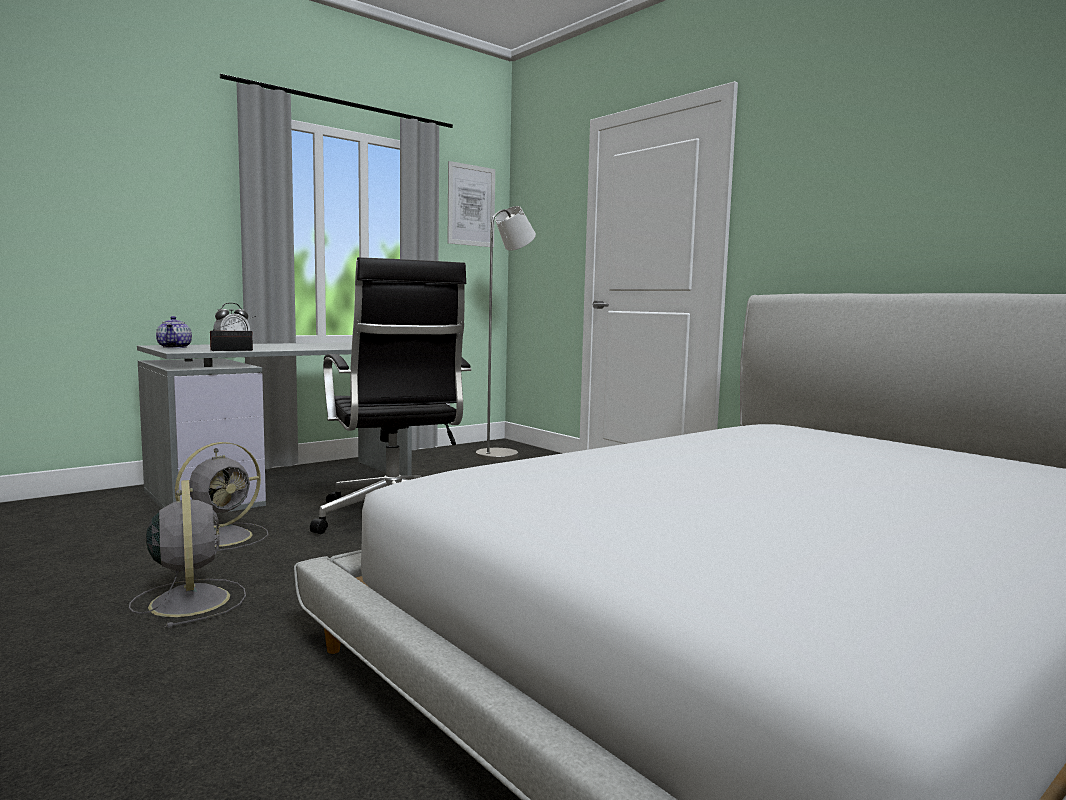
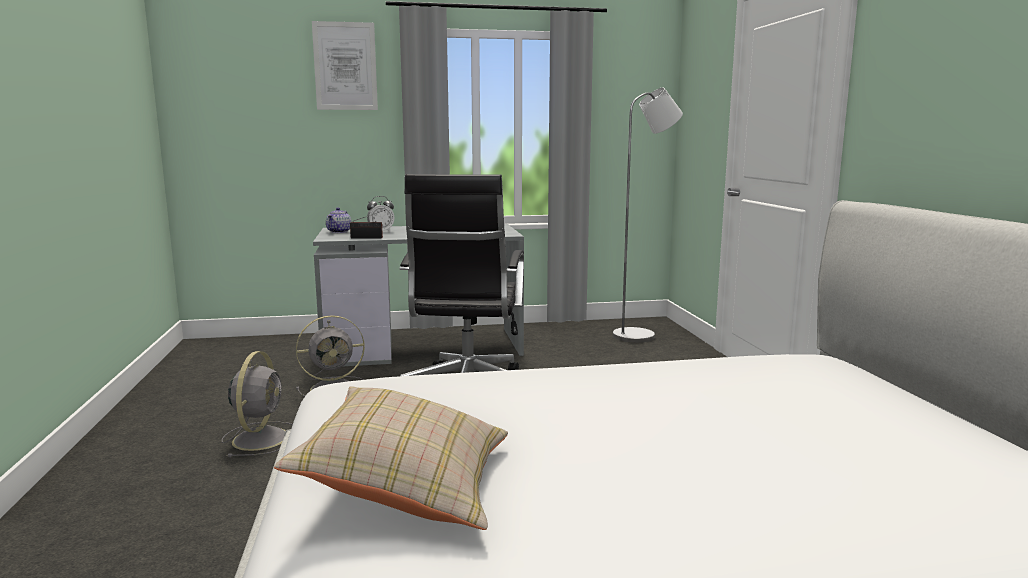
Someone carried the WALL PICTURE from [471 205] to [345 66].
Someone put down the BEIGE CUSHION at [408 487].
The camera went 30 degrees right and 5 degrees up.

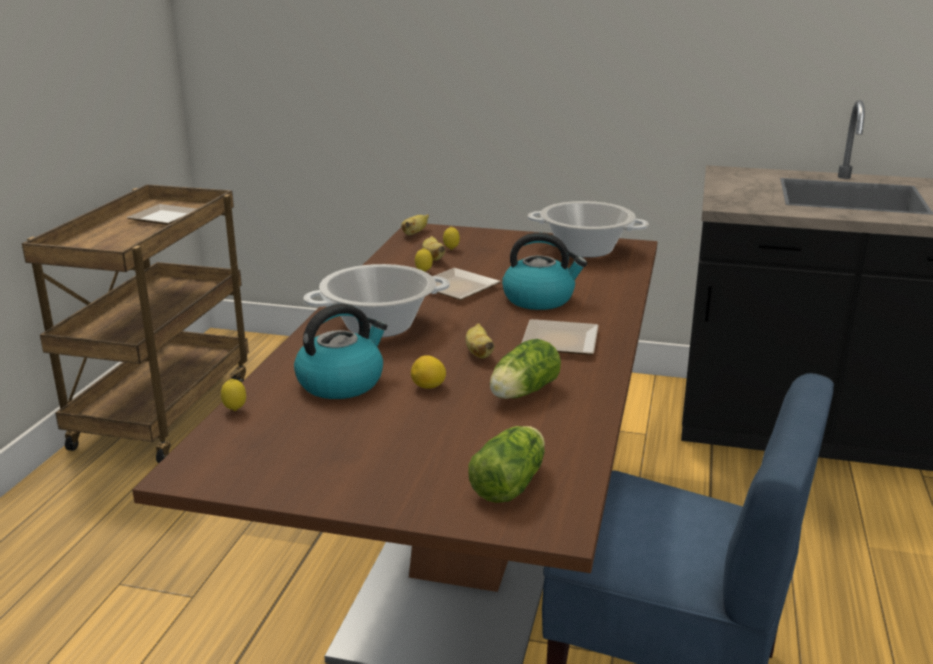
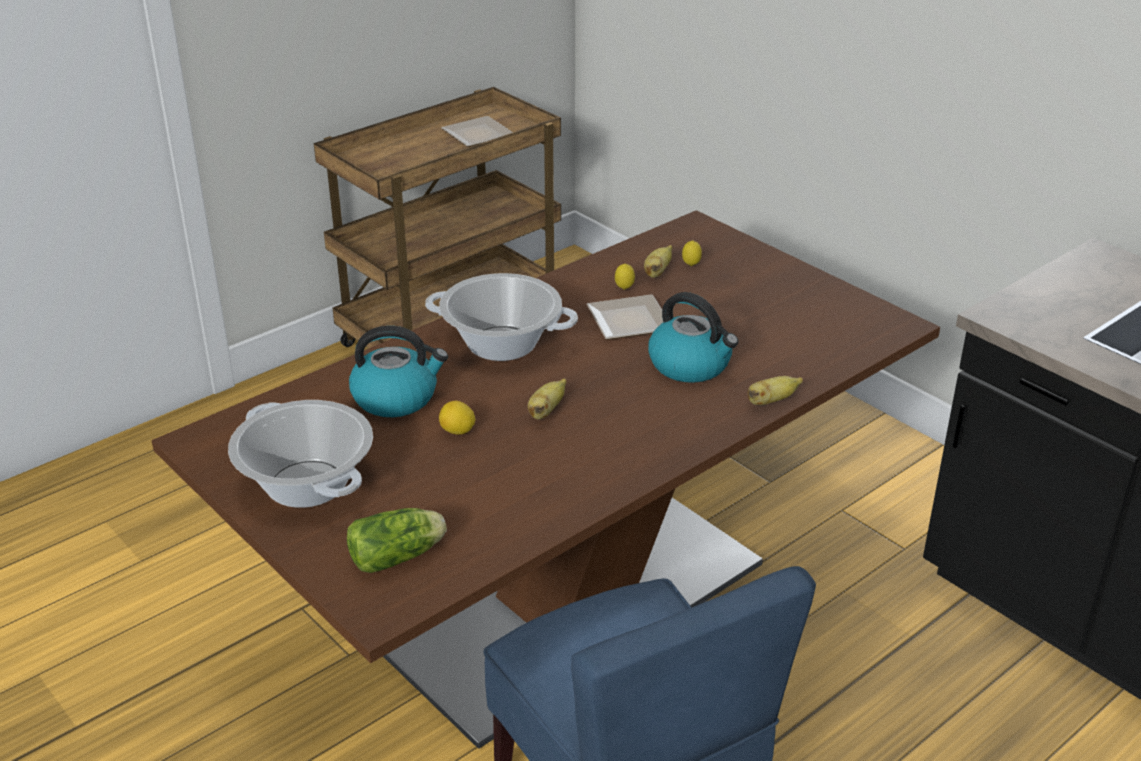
Someone carried the SAUCEPOT from [585 249] to [307 484].
Someone carried the BANANA FRUIT from [414 233] to [771 401].
Someone took away the FLAT DISH at [562 341].
Someone took away the LETTUCE at [521 393].
Someone took away the LEMON at [235 410].
The camera went 35 degrees right and 10 degrees up.

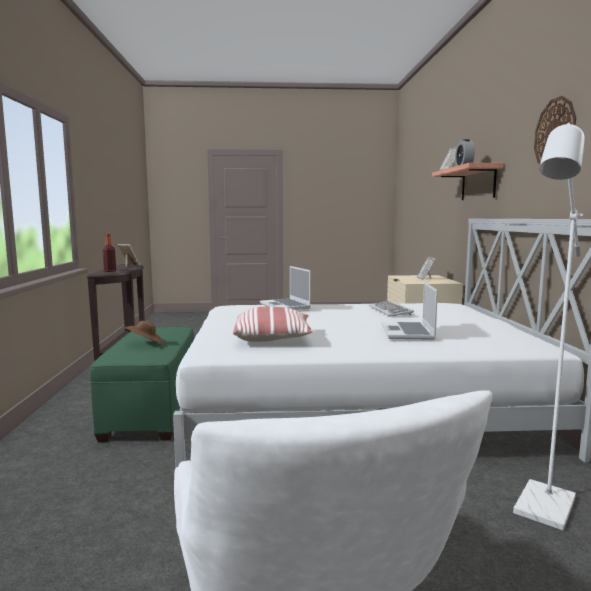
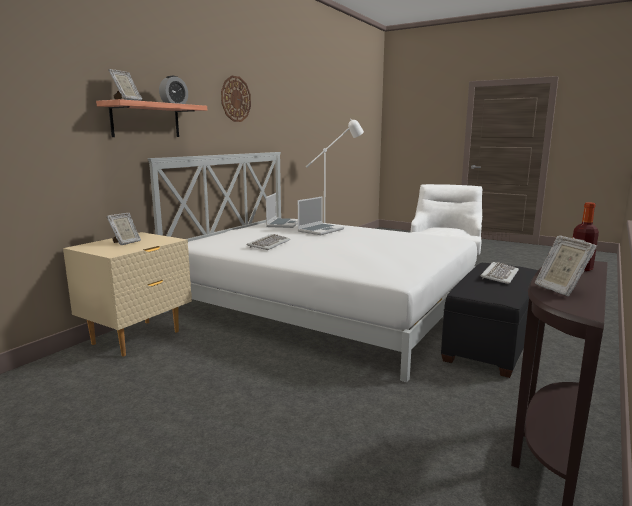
Someone carried the PORTABLE COMPUTER from [285 306] to [283 224].
Someone took away the CUSHION at [273 338].
Someone swapped the BROWNISH CLOTHING HAT at [146 344] for the COMPUTER KEYBOARD at [499 275].
Someone repainted the GREENISH OTTOMAN at [153 411], which became the BLACK-COLOURED OTTOMAN at [490 343].
The camera went 145 degrees left and 5 degrees up.

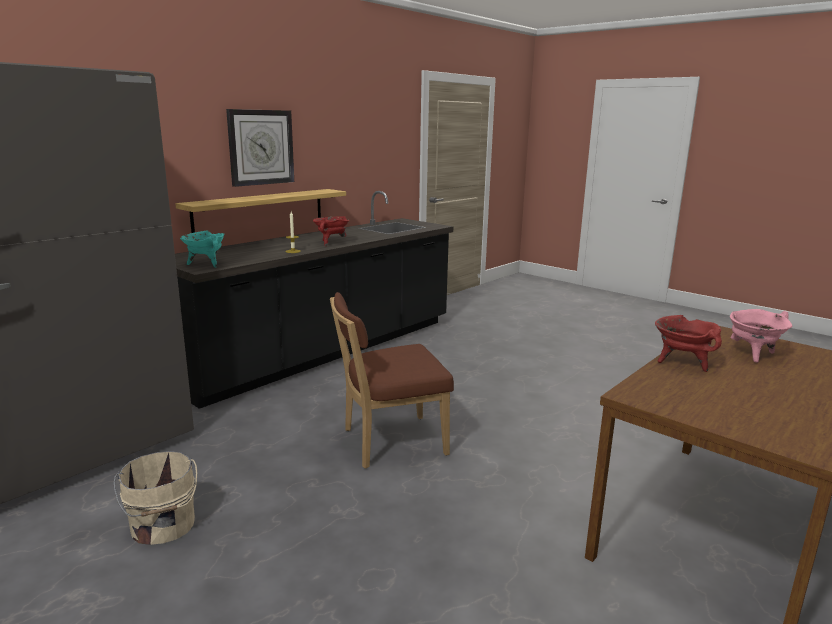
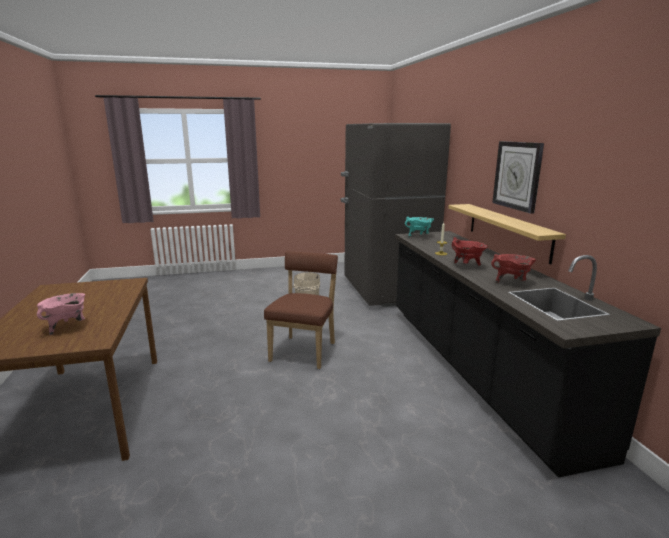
Someone carried the RED-COLOURED SAUCEPOT from [682 363] to [511 282].
The camera went 125 degrees right and 0 degrees up.

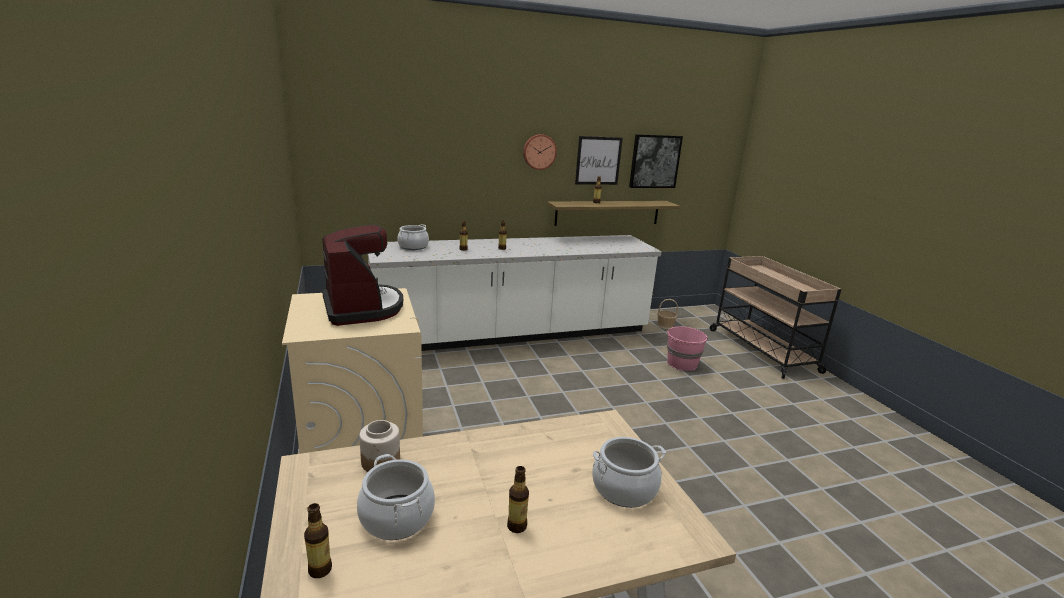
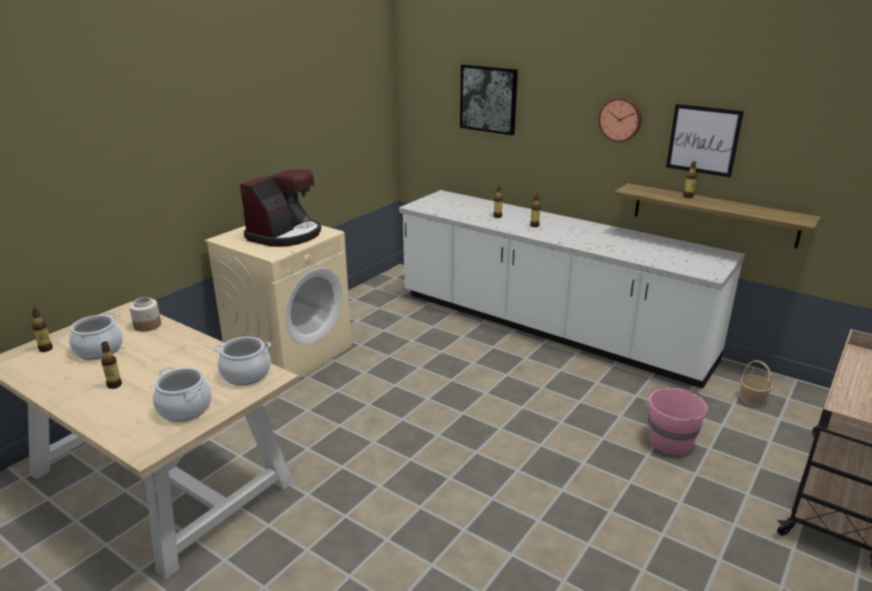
Someone carried the WALL PICTURE from [654 161] to [488 99].
Someone carried the SAUCEPOT from [413 247] to [246 374].
The camera went 55 degrees right and 5 degrees up.

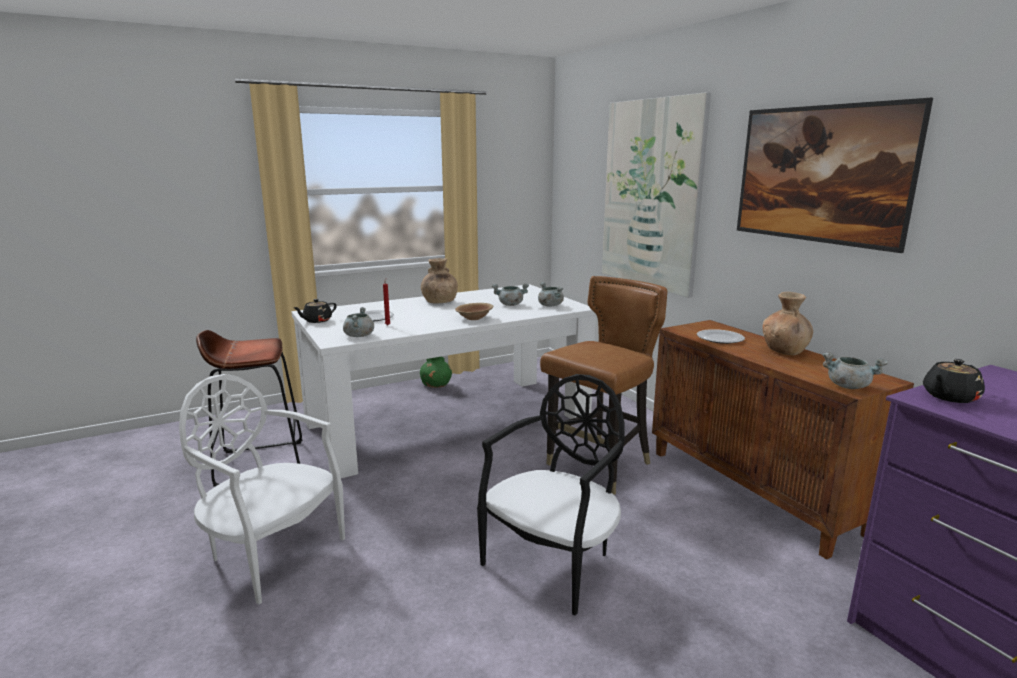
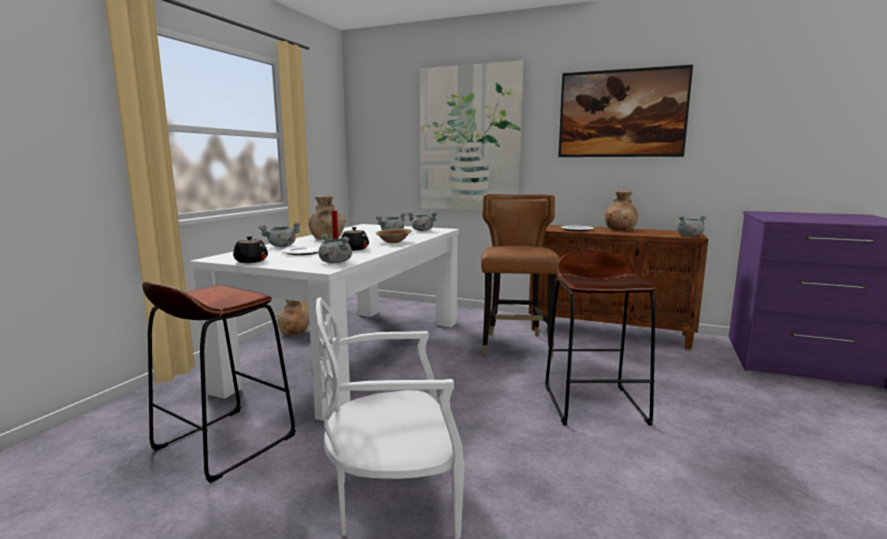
Someone repainted the GREENISH VASE at [436 385], which became the BROWNISH VASE at [294 332].
Someone carried the BLACK-COLOURED POT FOR TEA from [949 397] to [354 249].
Someone swapped the BLACK-COLOURED PLAIN CHAIR at [554 563] for the BROWNISH SITTING STOOL at [594 404].
Someone put down the GREYISH SAUCEPOT at [281 246].
The camera went 40 degrees left and 5 degrees down.

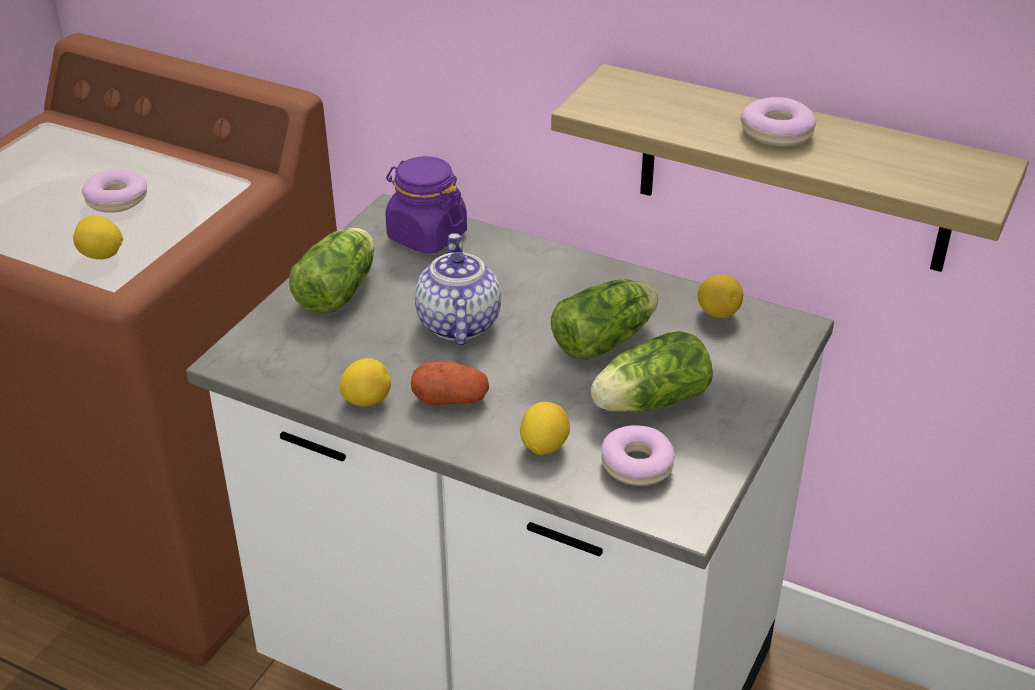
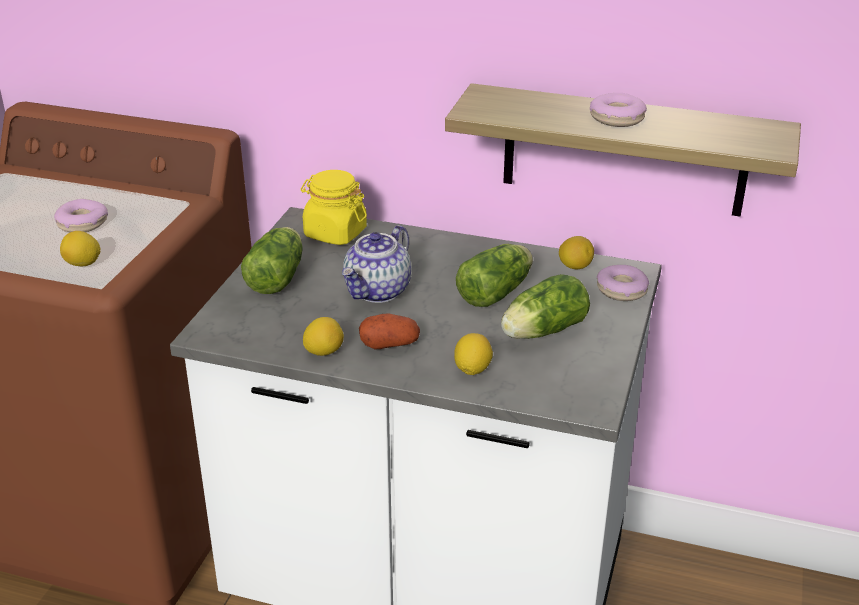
Someone repainted the PURPLE-COLOURED JAR at [426 236], which became the YELLOW JAR at [335 233].
Someone rotated the POT FOR TEA at [457 323] by 135 degrees counterclockwise.
Someone carried the DONUT from [637 464] to [621 290].
The camera went 10 degrees left and 5 degrees down.

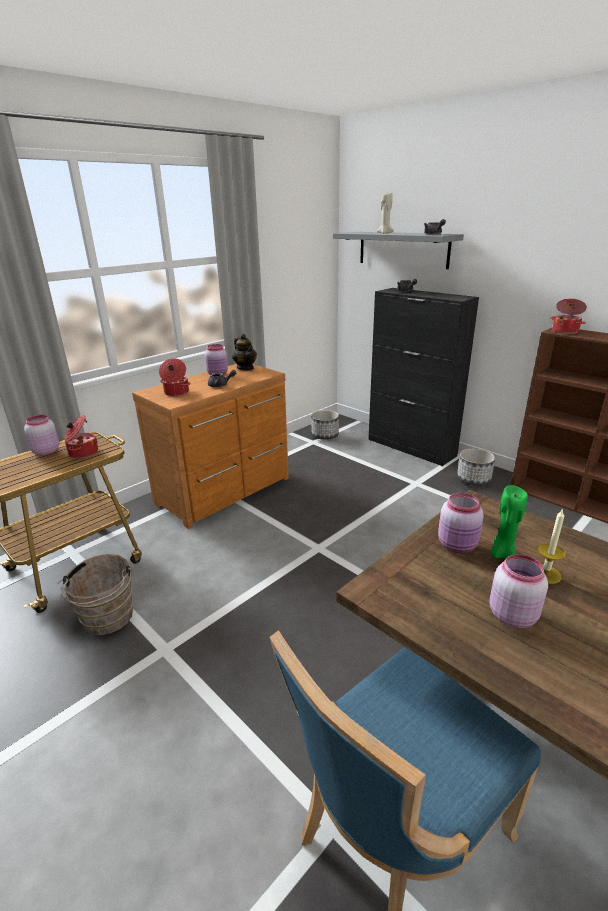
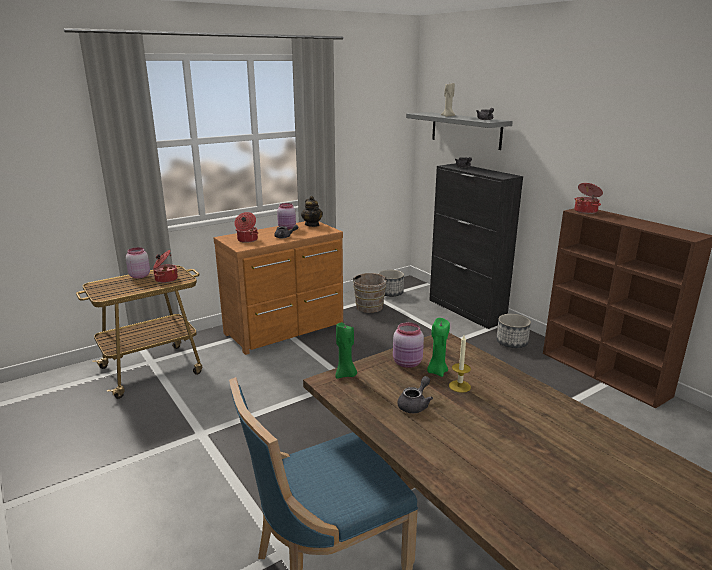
Someone carried the BROWNISH PAIL from [107 620] to [369 308].
Someone swapped the PINKISH JAR at [511 615] for the GREYISH POT FOR TEA at [415 405].
Someone put down the GREENISH CANDLE at [346 375].
The camera went 10 degrees right and 5 degrees down.

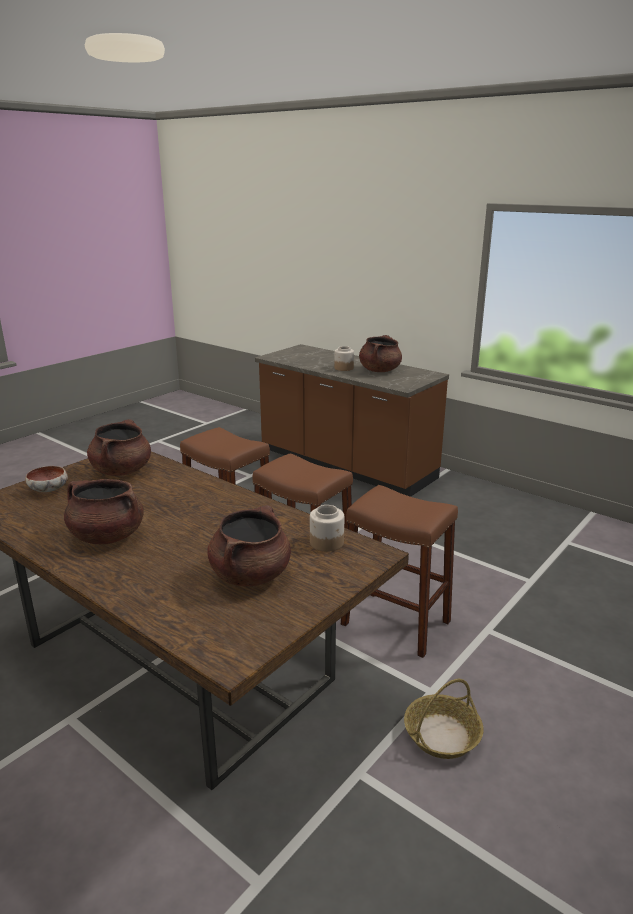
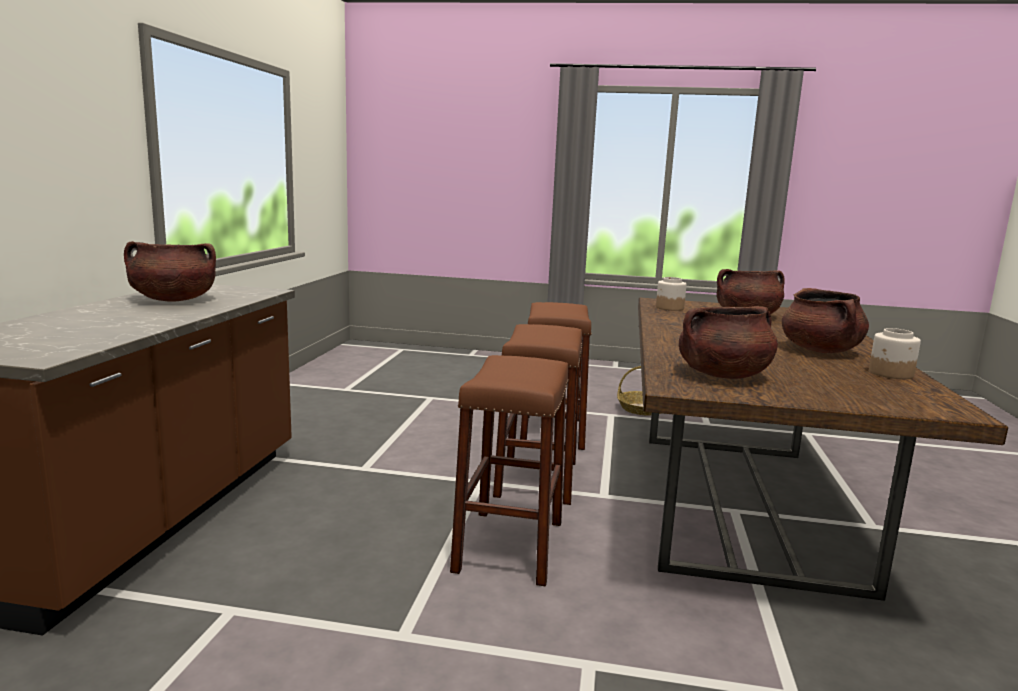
Someone carried the JAR from [343 368] to [891 374].
Someone took away the BOWL at [49 490].
The camera went 120 degrees left and 10 degrees down.

